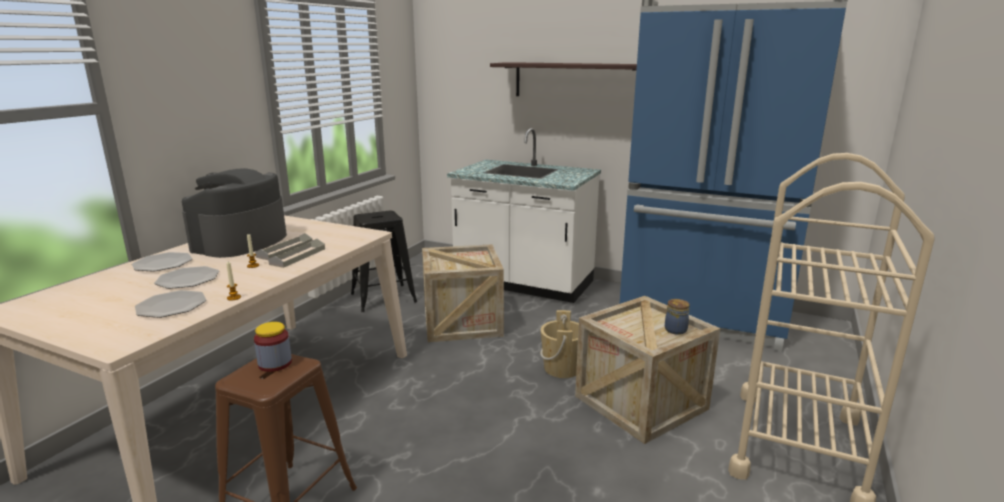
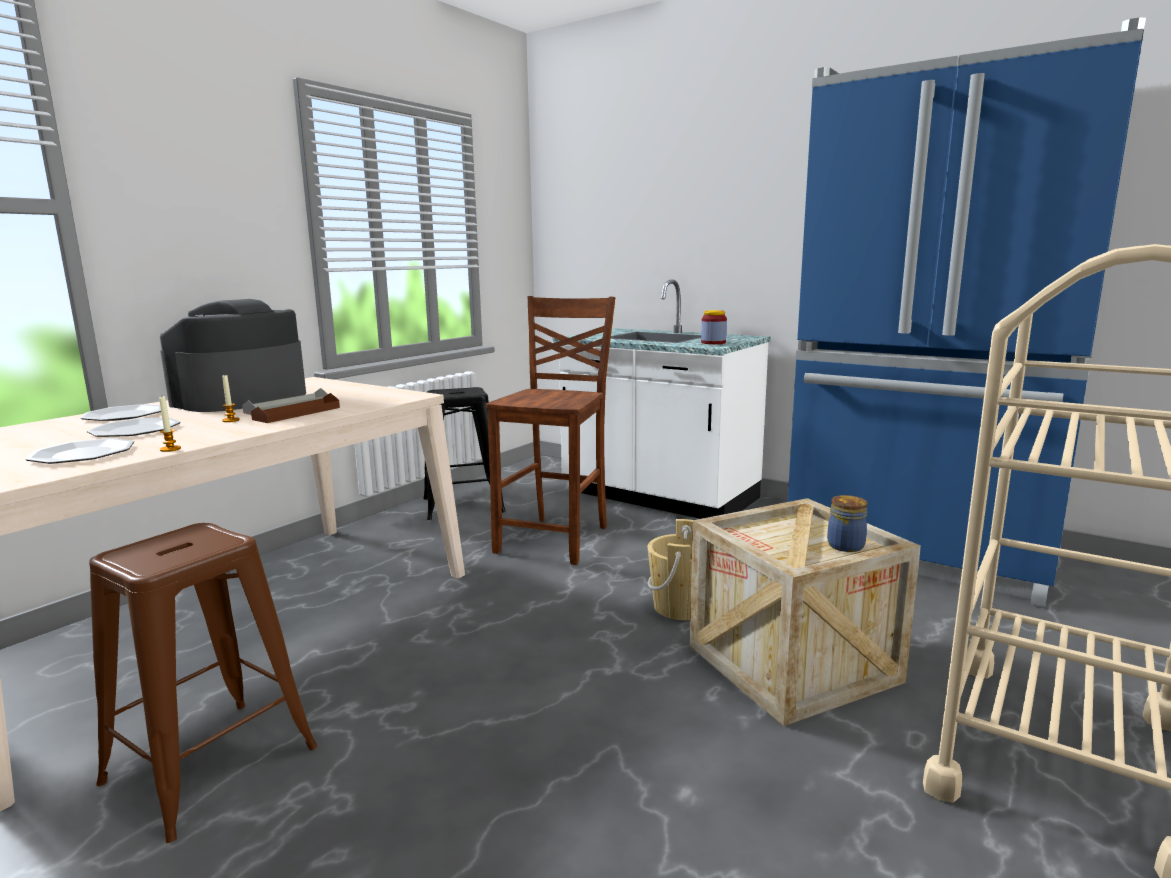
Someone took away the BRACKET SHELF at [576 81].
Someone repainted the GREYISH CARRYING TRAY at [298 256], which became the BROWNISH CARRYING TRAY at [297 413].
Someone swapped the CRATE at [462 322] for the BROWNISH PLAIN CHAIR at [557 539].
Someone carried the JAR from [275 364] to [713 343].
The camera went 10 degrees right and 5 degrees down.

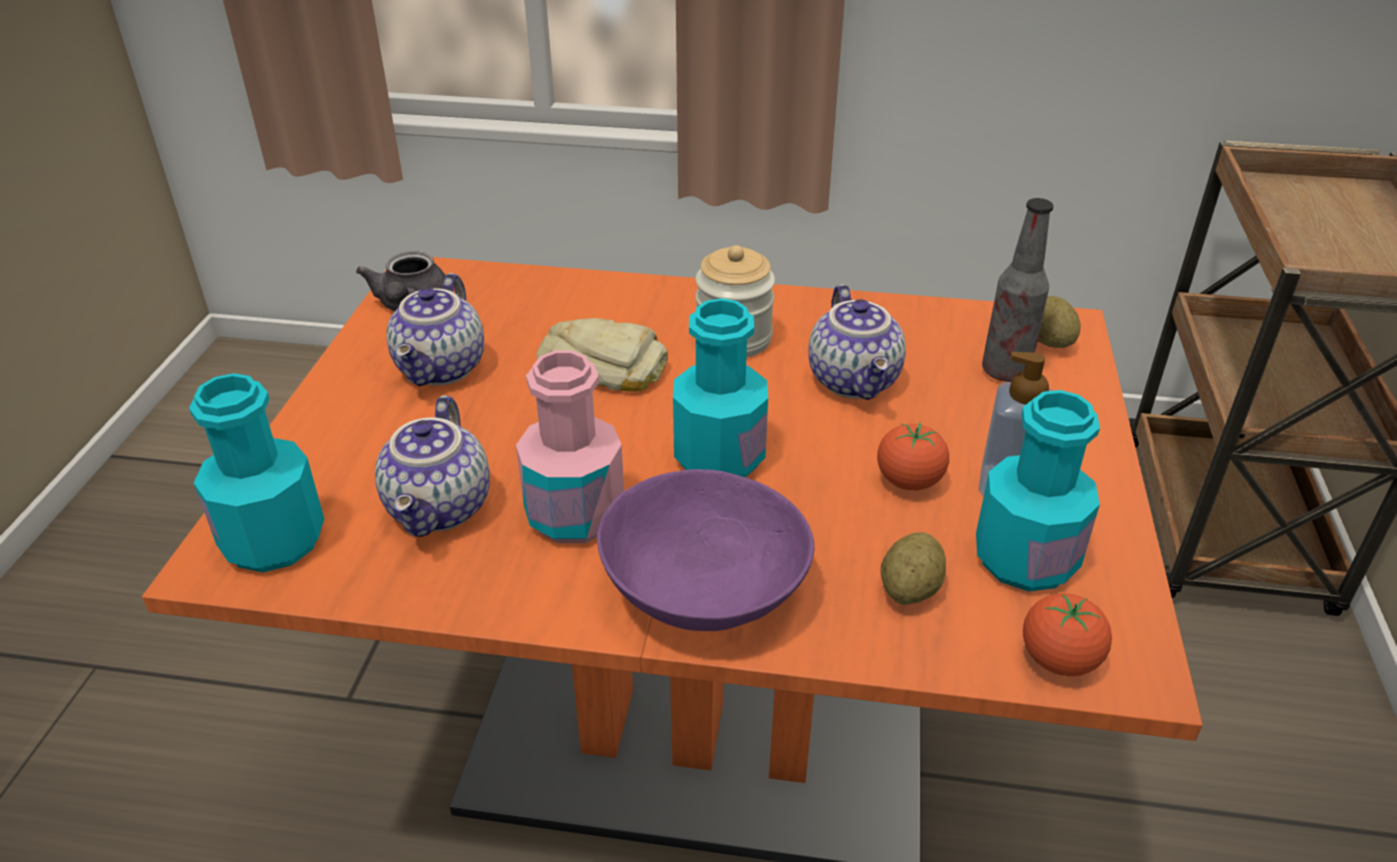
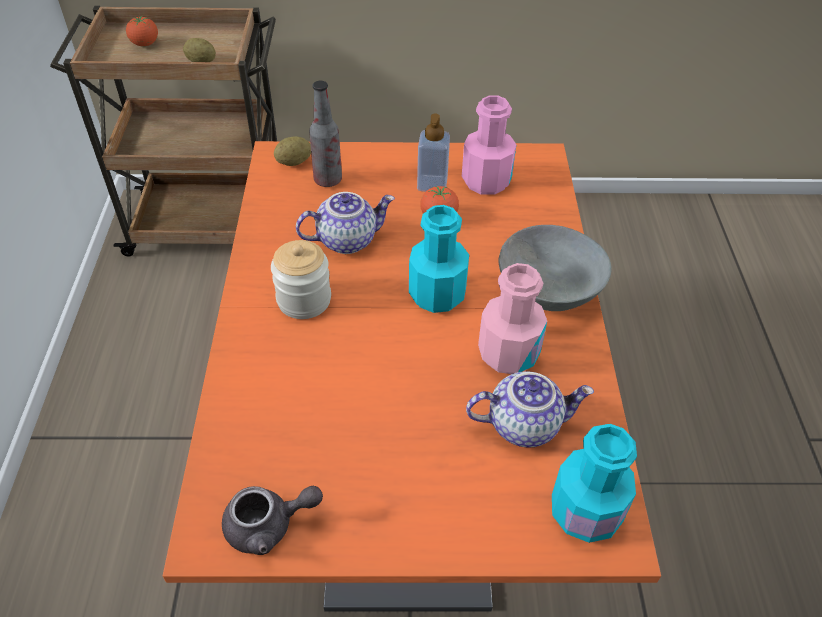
Someone took away the POT FOR TEA at [443 369].
Someone took away the BAKED BREAD at [603 366].
Someone repainted the BLUE-GREEN BEVERAGE BOTTLE at [1025 559], which became the PINKISH BEVERAGE BOTTLE at [486 181].
Someone repainted the PURPLE-COLOURED BOWL at [702 592], which became the GREYISH BOWL at [549 290].
Someone carried the POTATO from [910 589] to [201 62].
Someone carried the WHOLE TOMATO from [1059 660] to [145 44].
The camera went 100 degrees left and 10 degrees up.

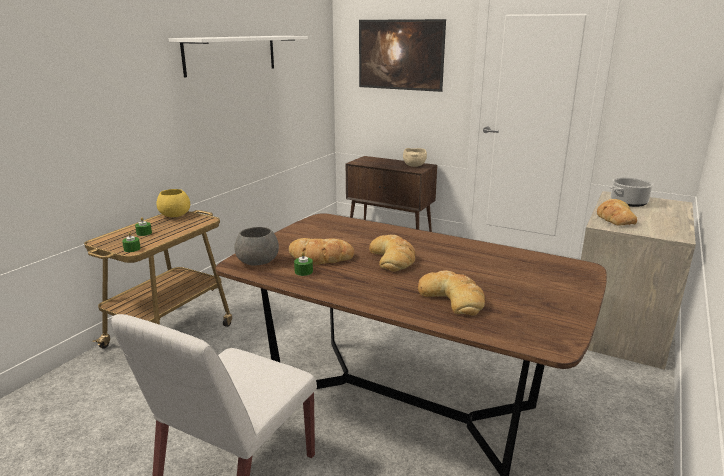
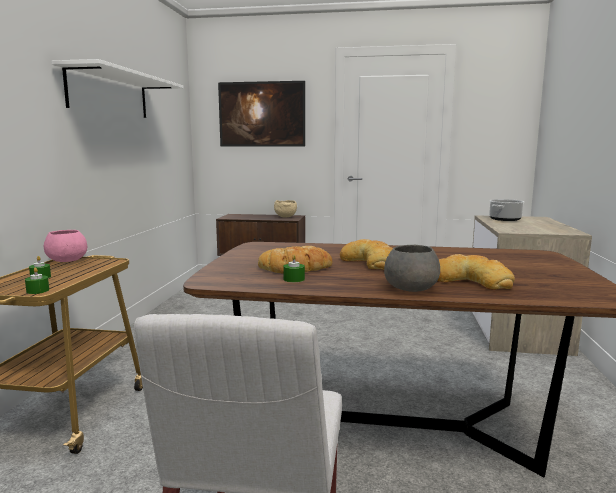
Someone repainted the YELLOW BOWL at [175 215], which became the PINKISH BOWL at [68 260].
Someone took away the BAKED BREAD at [615 218].
Someone carried the GREYISH BOWL from [258 261] to [411 288].
The camera went 20 degrees left and 10 degrees down.

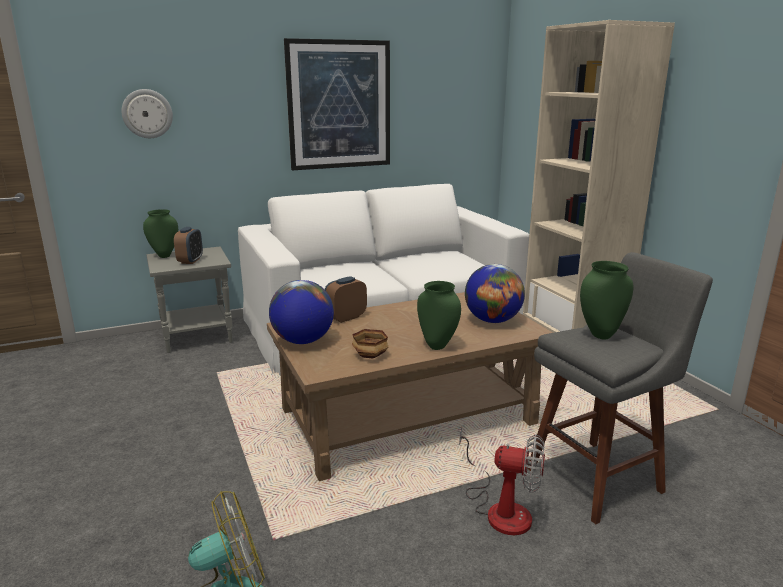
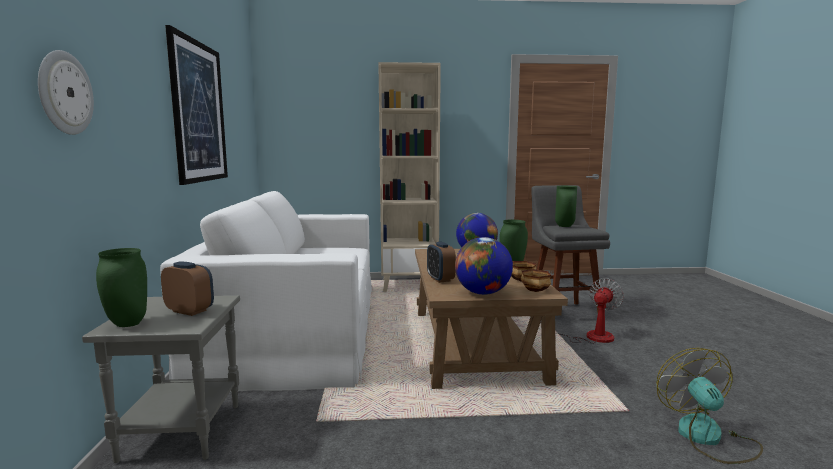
Someone put down the BOWL at [534 290].
The camera went 70 degrees left and 10 degrees down.

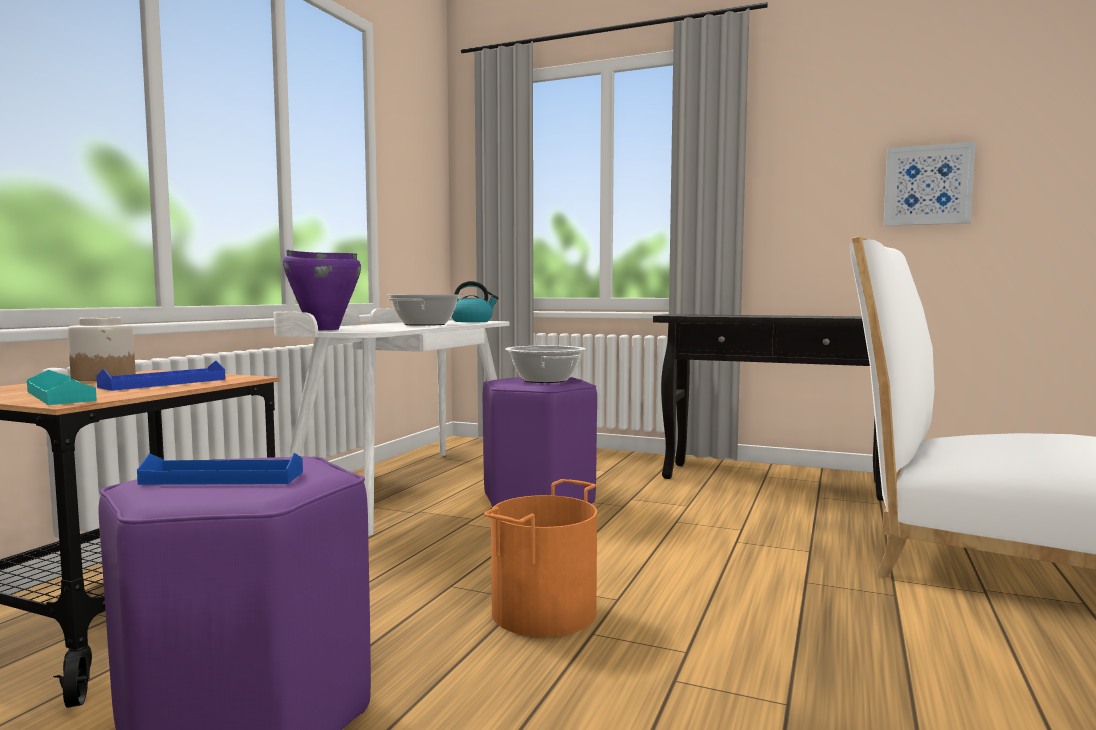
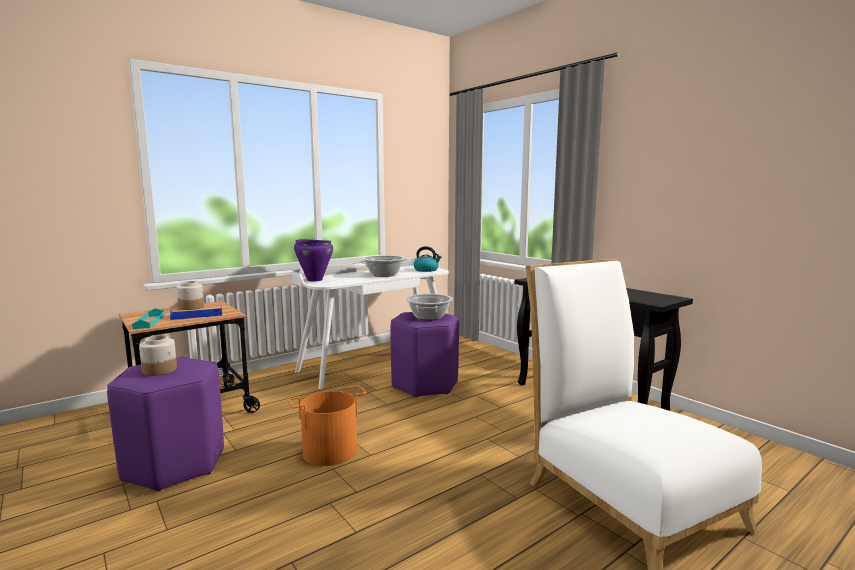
Someone took away the WALL PICTURE at [927 185].
Someone swapped the BLUISH CARRYING TRAY at [223 478] for the JAR at [160 370].
The camera went 30 degrees right and 5 degrees up.

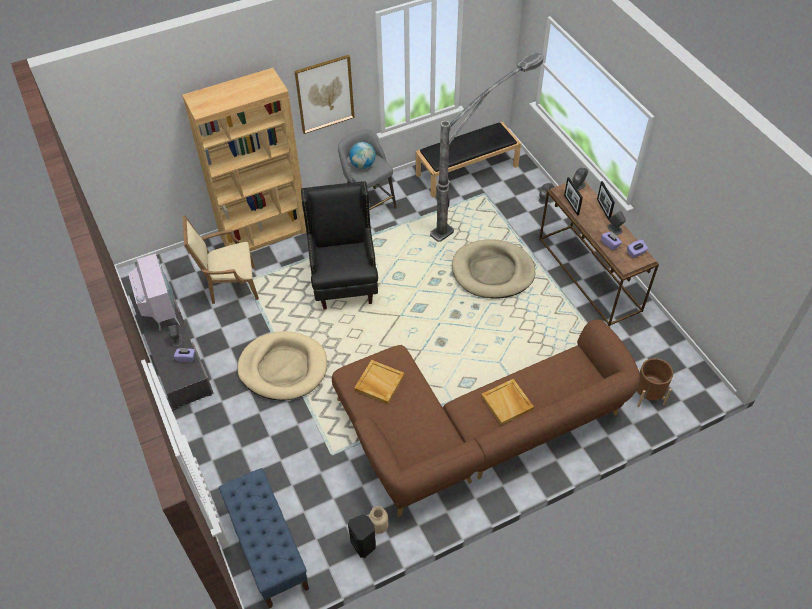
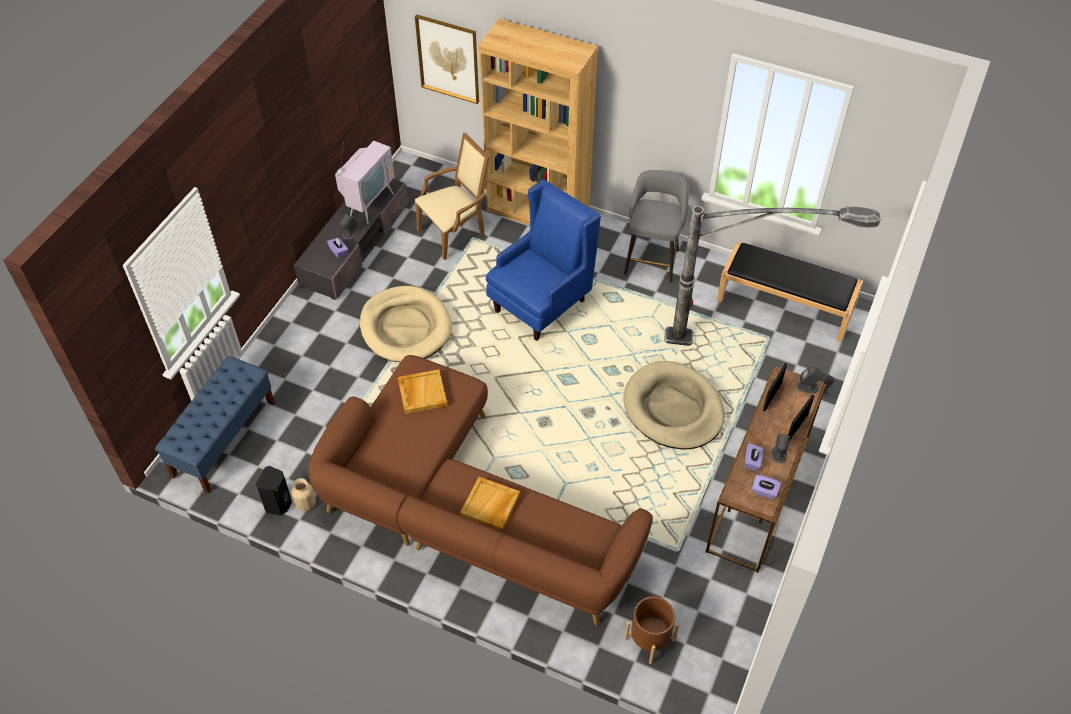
Someone carried the WALL PICTURE from [325 94] to [448 59].
Someone took away the DESK GLOBE at [363 165].
Someone repainted the BLACK-COLOURED ARMCHAIR at [344 282], which became the BLUISH ARMCHAIR at [541 305].
Someone rotated the BEIGE ARMCHAIR at [230 286] by 105 degrees clockwise.
The camera went 50 degrees right and 0 degrees up.

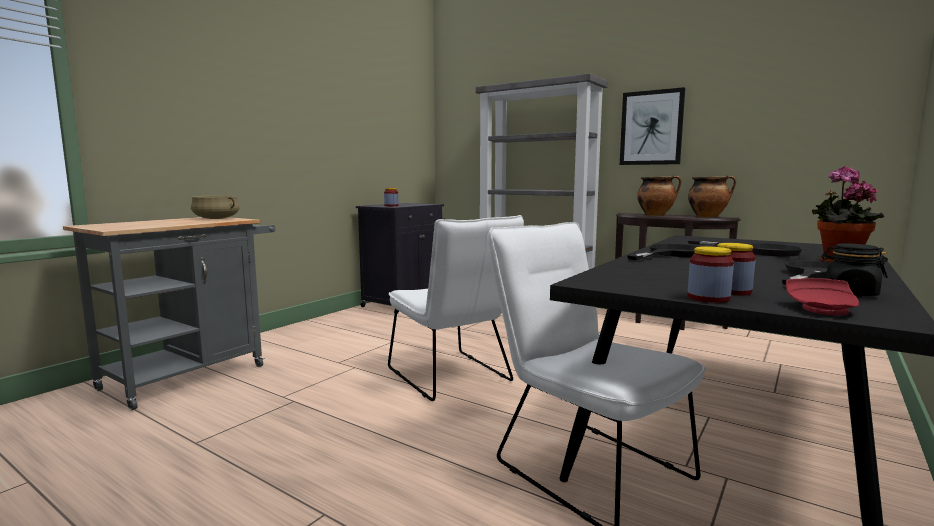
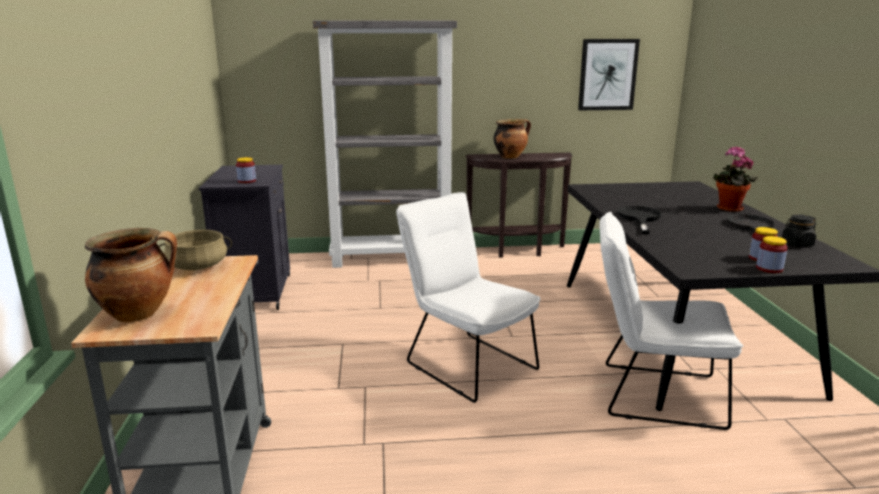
Someone carried the WALL PICTURE from [651 128] to [607 75].
Someone carried the SAUCEPOT from [708 217] to [139 313].
Someone rotated the WHITE-COLOURED PLAIN CHAIR at [452 378] by 150 degrees counterclockwise.
Someone took away the BLACK-COLOURED SKILLET at [757 251].
Someone took away the RED-COLOURED FLAT DISH at [823 309].
The camera went 40 degrees left and 10 degrees up.

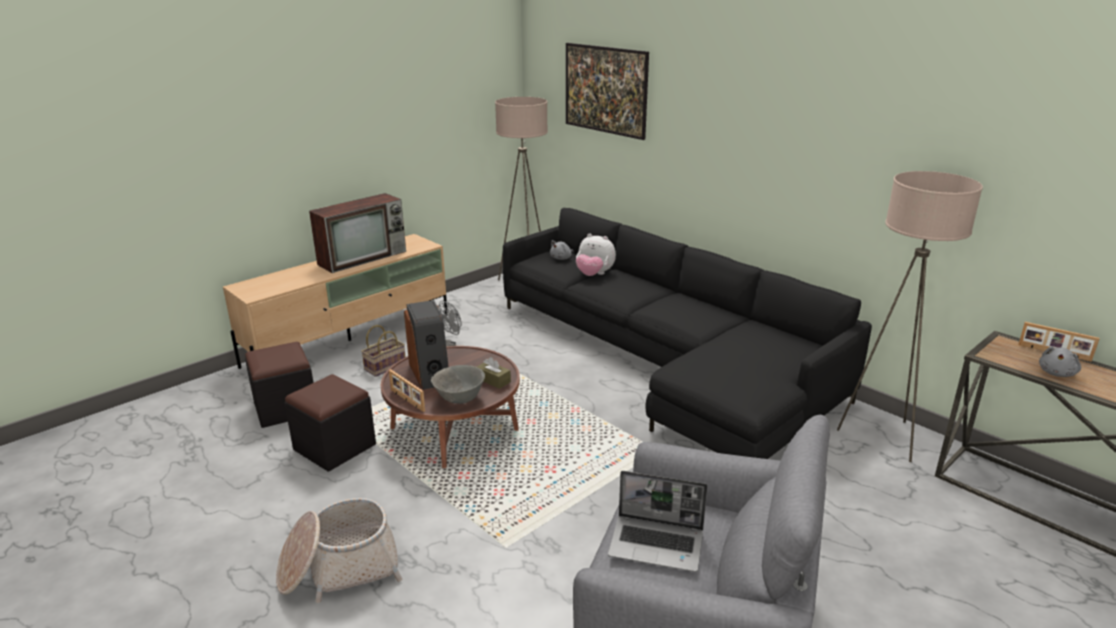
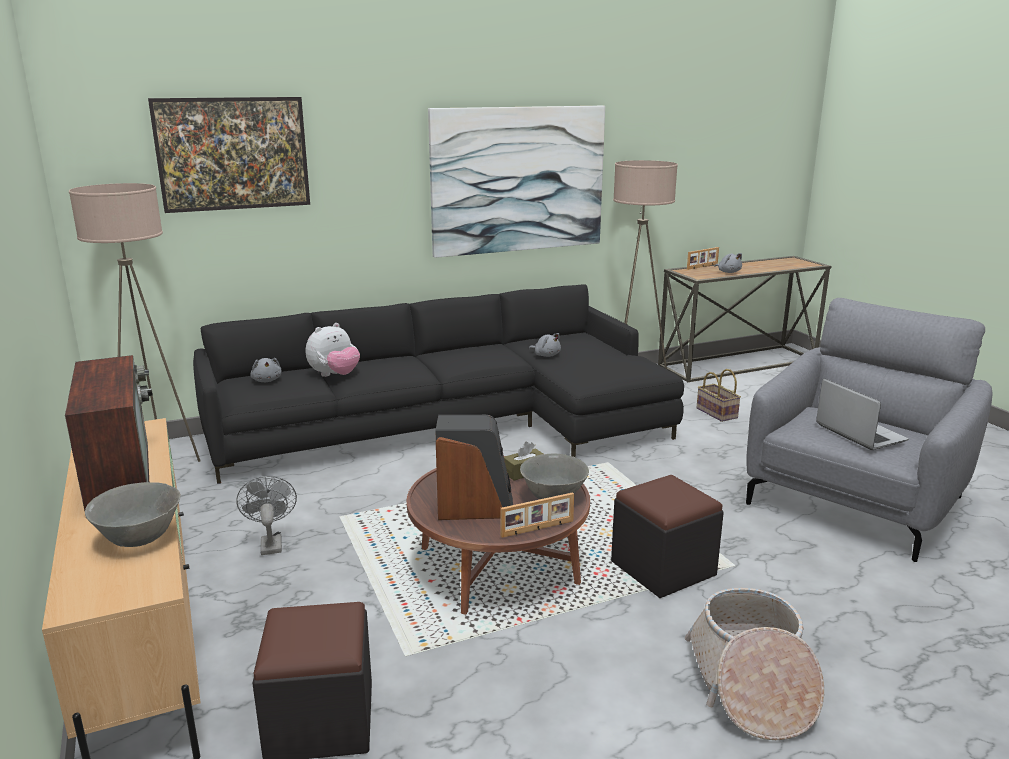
Someone carried the HOUSEHOLD BASKET from [385 366] to [715 413].
Someone carried the BLACK-COLOURED OTTOMAN from [335 447] to [663 568].
Someone rotated the PORTABLE COMPUTER at [657 544] by 60 degrees counterclockwise.
Someone put up the WALL PICTURE at [518 180].
Someone put down the GREYISH SOFT TOY at [546 355].
Someone put down the GREYISH BOWL at [139 538].
The camera went 70 degrees left and 5 degrees down.

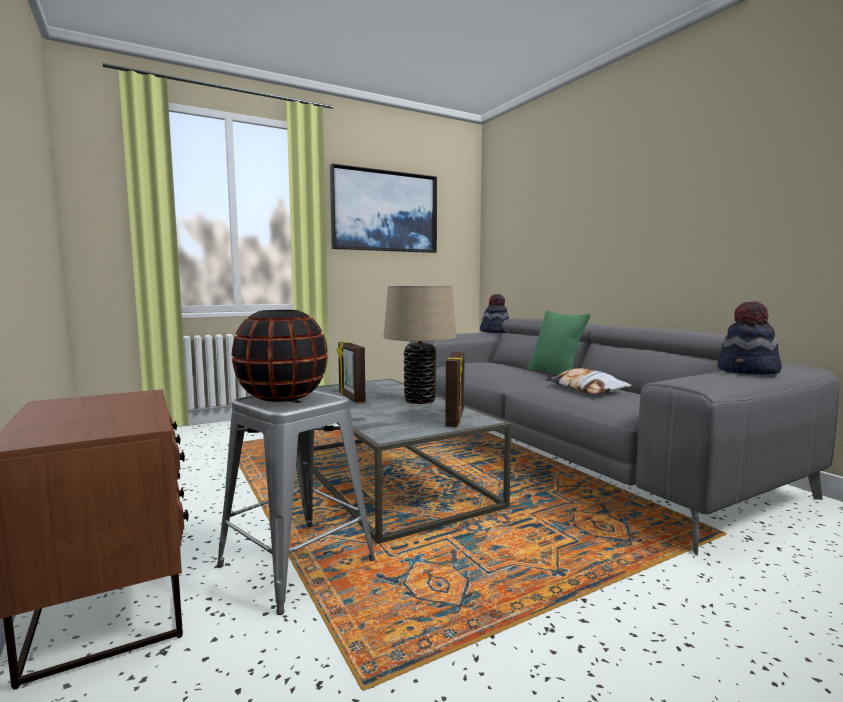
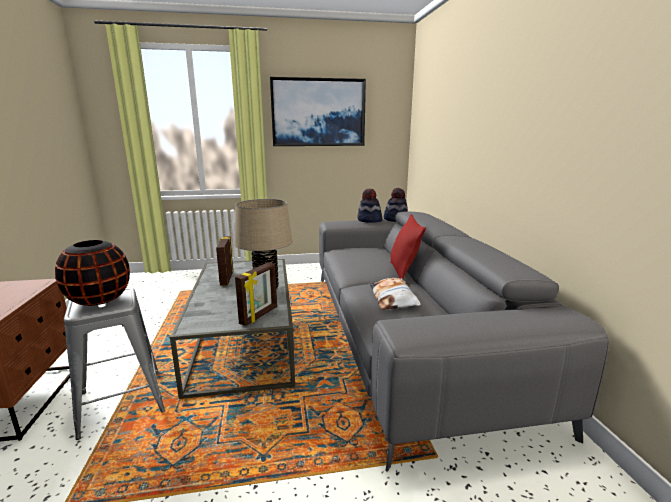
Someone carried the CLOTHING HAT from [748 371] to [369 220].
Someone repainted the GREENISH CUSHION at [554 374], which became the RED-COLOURED CUSHION at [403 272].
The camera went 20 degrees right and 10 degrees up.

